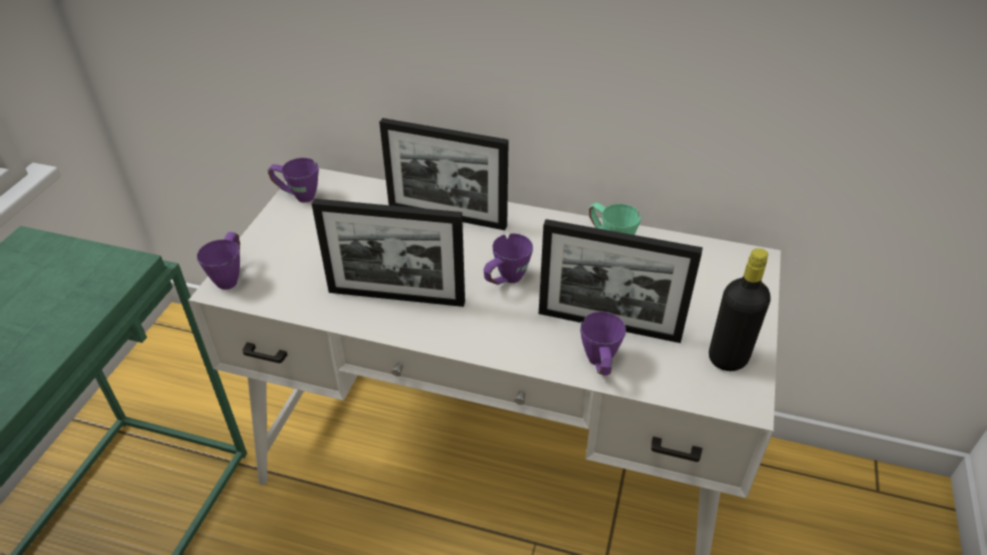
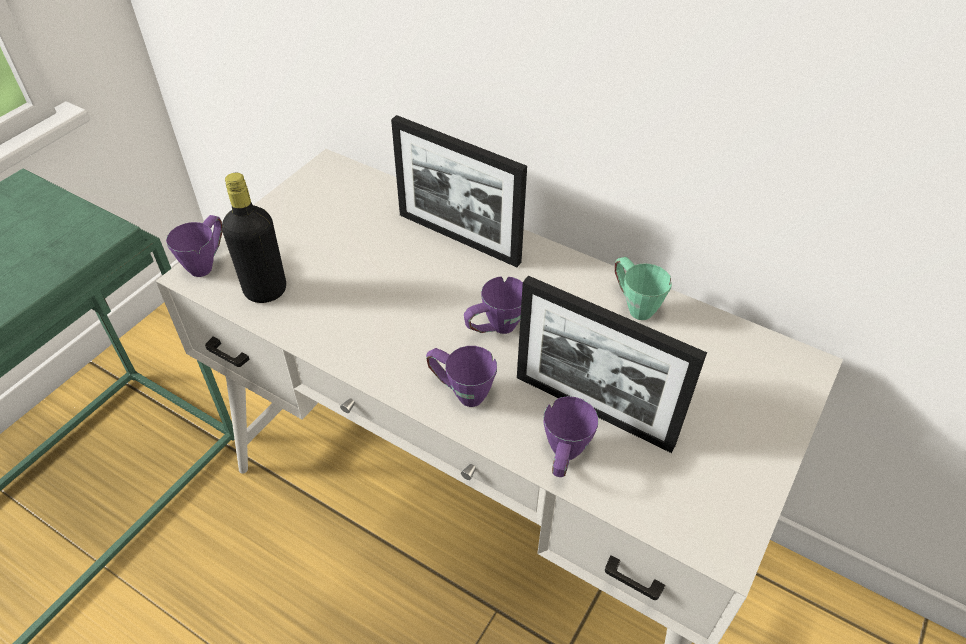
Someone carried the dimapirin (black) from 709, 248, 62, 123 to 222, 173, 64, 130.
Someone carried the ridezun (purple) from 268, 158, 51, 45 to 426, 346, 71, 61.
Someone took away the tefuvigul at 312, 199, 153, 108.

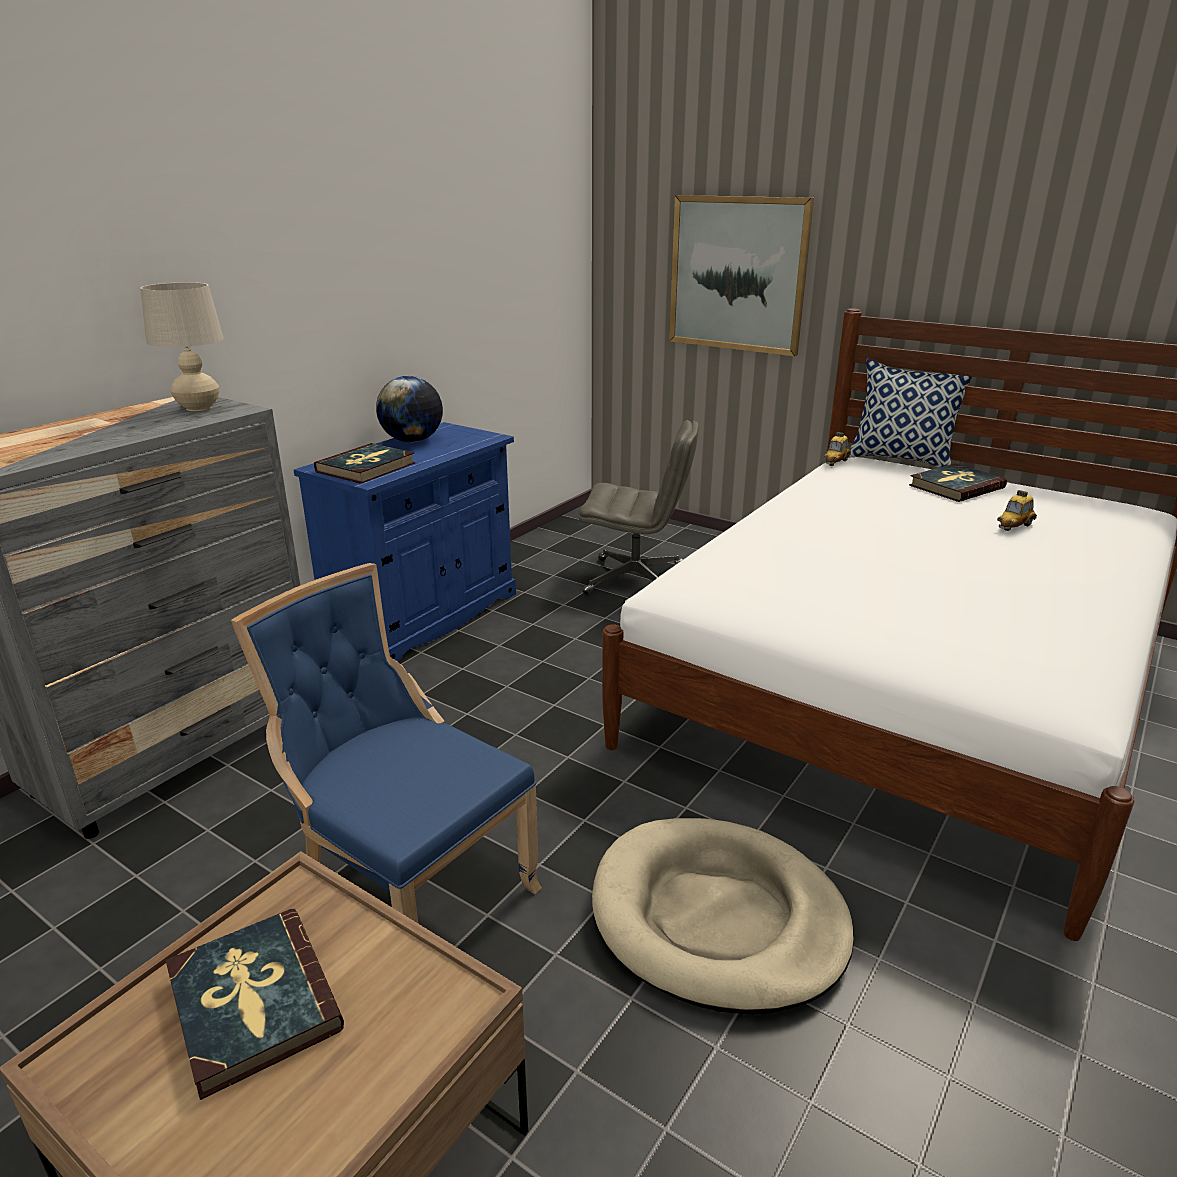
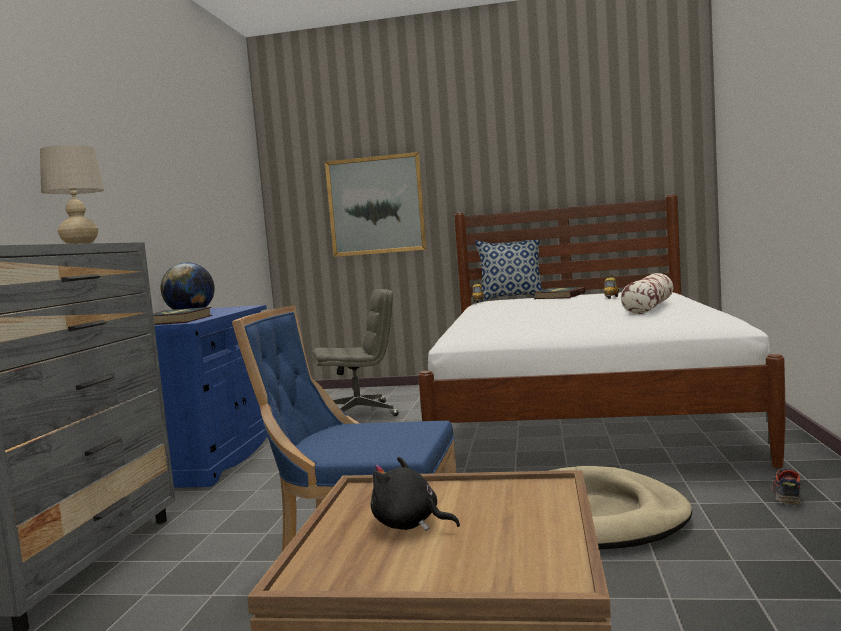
Someone swapped the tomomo at 166, 909, 178, 191 for the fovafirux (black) at 371, 457, 89, 74.
Someone put down the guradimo at 621, 273, 52, 41.
Someone put down the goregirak at 771, 469, 30, 36.

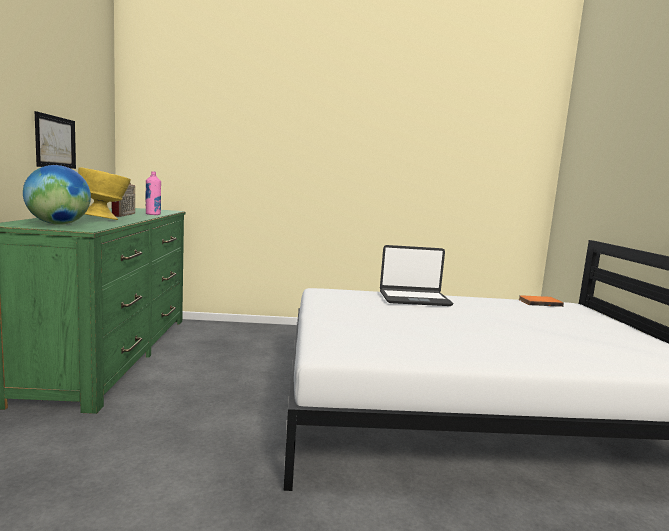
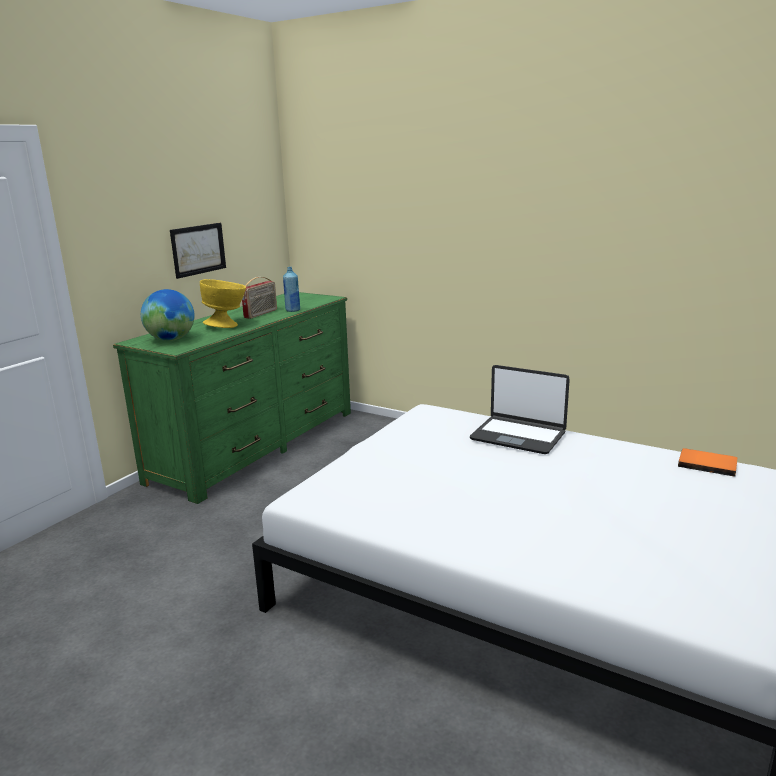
Someone repainted the dimapirin (pink) at 146, 171, 15, 44, which became the dimapirin (blue) at 283, 267, 17, 45.

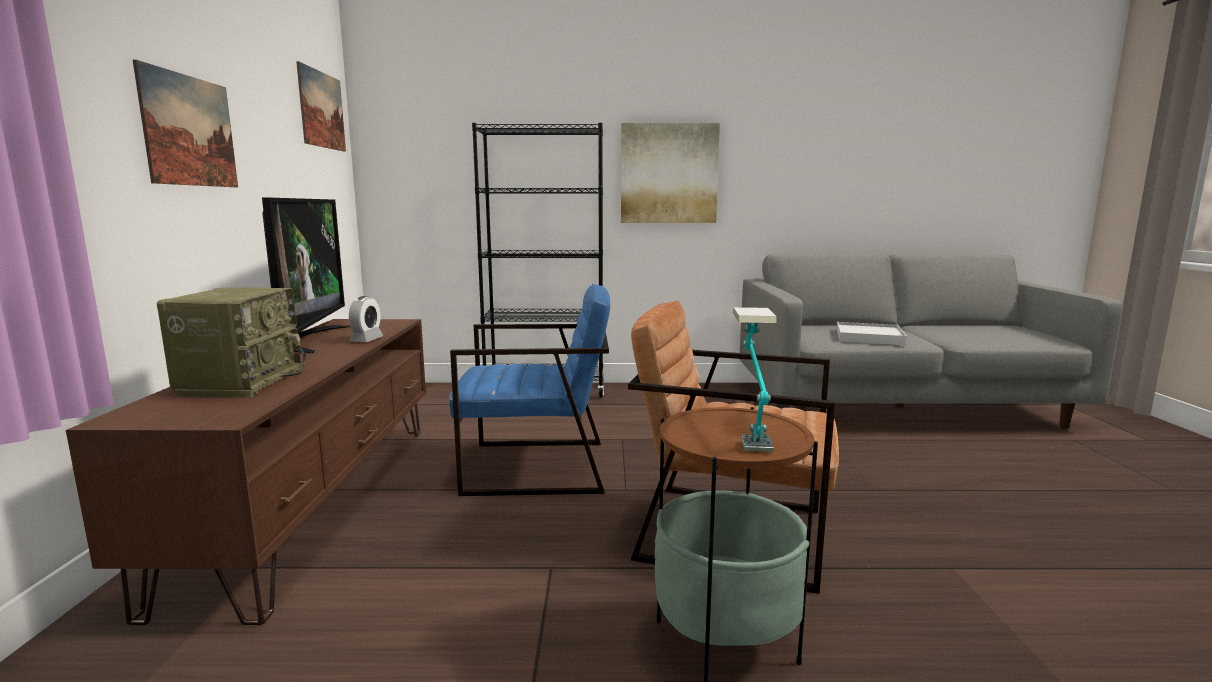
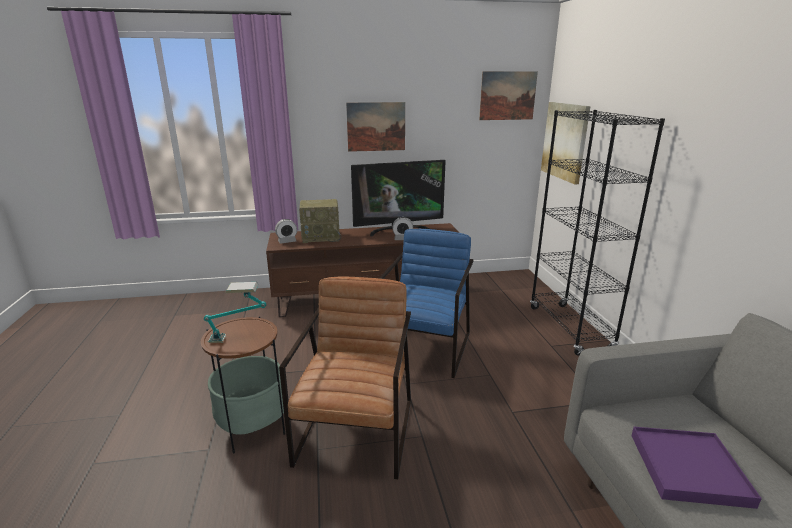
Someone put down the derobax at 275, 219, 22, 25.
Someone rotated the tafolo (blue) at 449, 284, 161, 212 by 150 degrees counterclockwise.
Someone carried the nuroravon from 621, 123, 99, 100 to 541, 102, 50, 82.
Someone repainted the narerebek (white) at 837, 322, 70, 23, which became the narerebek (purple) at 631, 427, 131, 82.

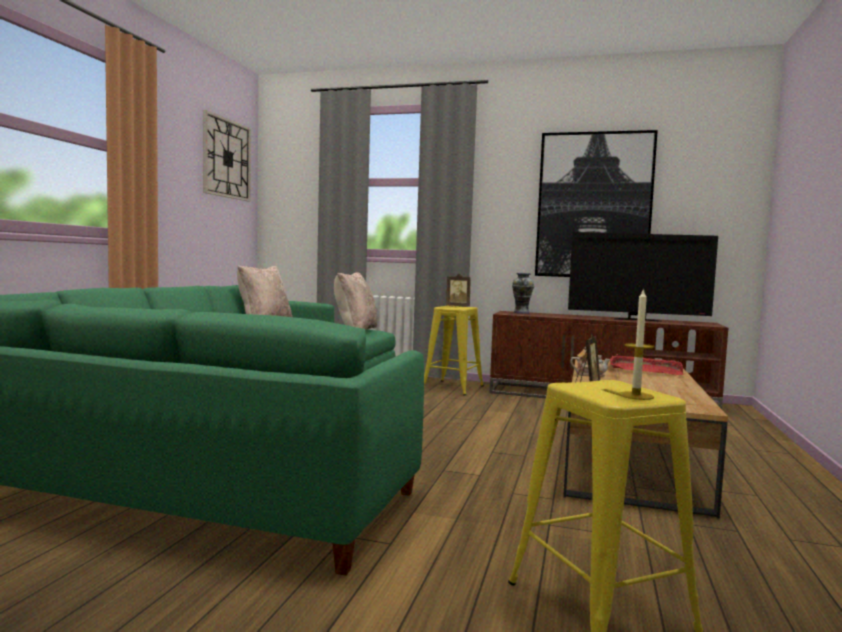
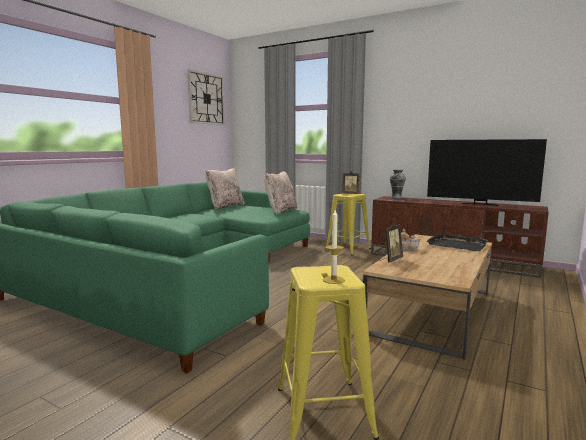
Someone repainted the narerebek (red) at 610, 354, 74, 21, which became the narerebek (black) at 427, 233, 61, 18.
Someone took away the nuroravon at 535, 130, 123, 147.

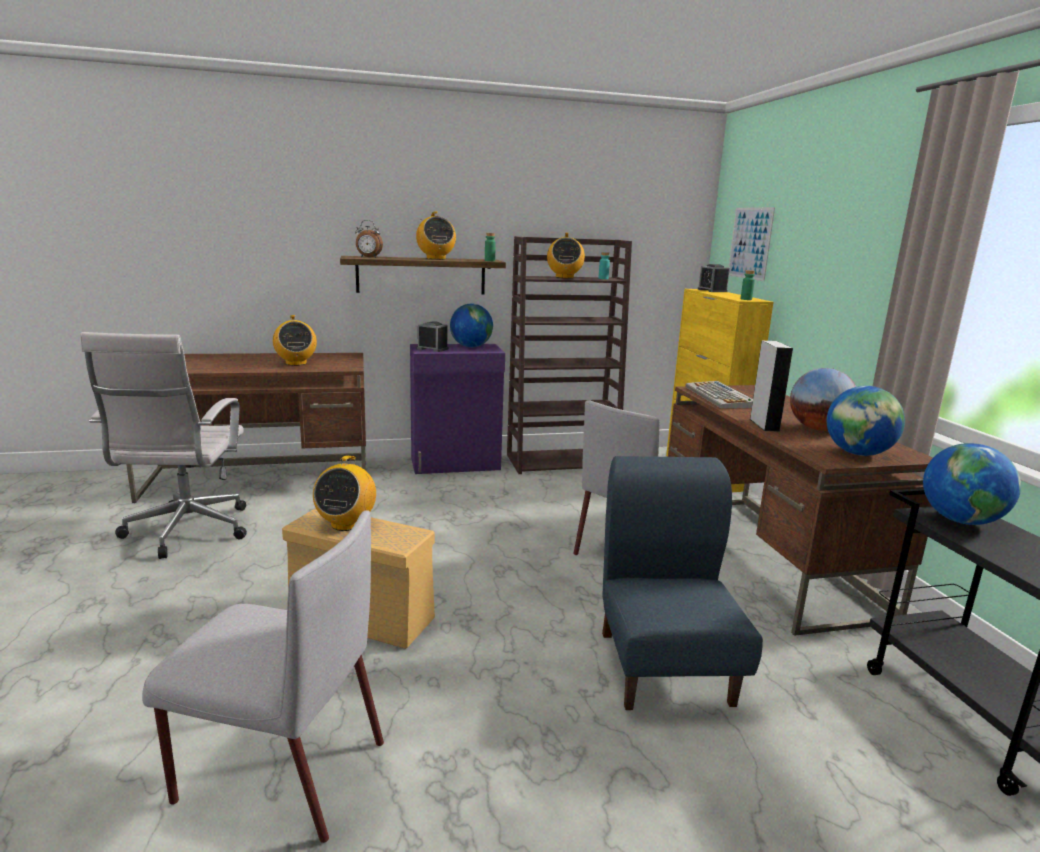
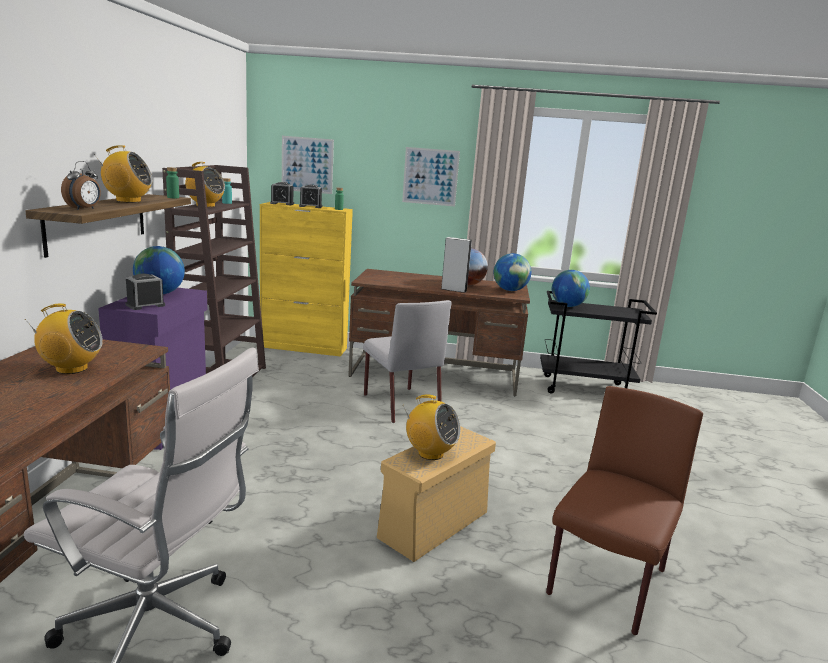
Someone put down the derobax at 299, 185, 23, 23.
Someone put up the nuroravon at 402, 147, 58, 60.
Someone repainted the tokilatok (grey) at 142, 510, 242, 333, which became the tokilatok (brown) at 546, 386, 157, 249.
Someone took away the tokilatok (blue) at 602, 456, 161, 254.
Someone took away the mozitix at 685, 381, 68, 28.

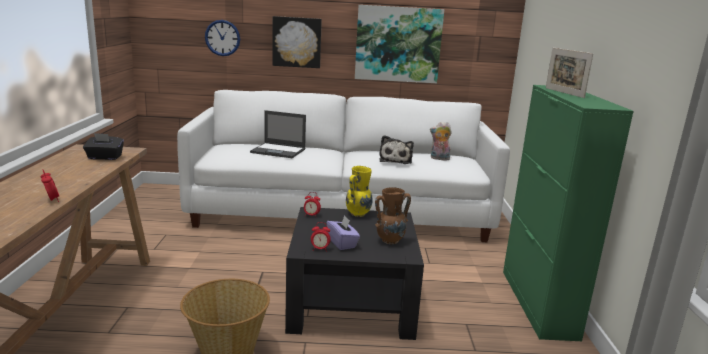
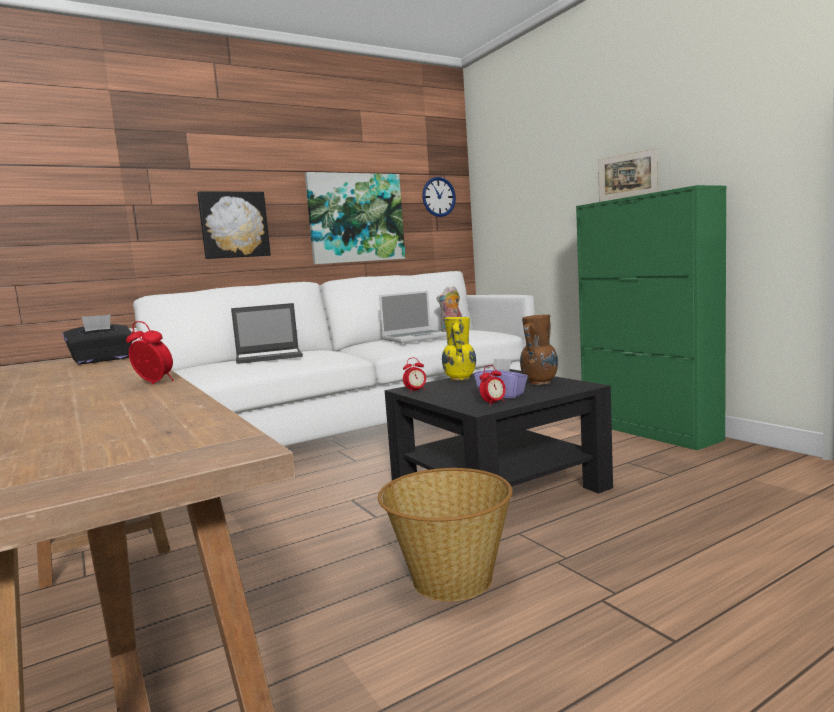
Someone swapped the fovafirux at 379, 135, 35, 29 for the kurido at 379, 291, 68, 52.
Someone carried the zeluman from 205, 20, 35, 36 to 422, 177, 34, 40.

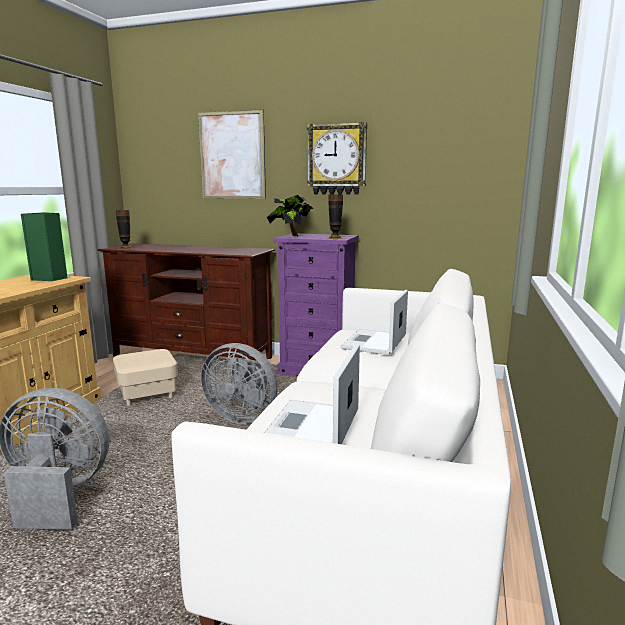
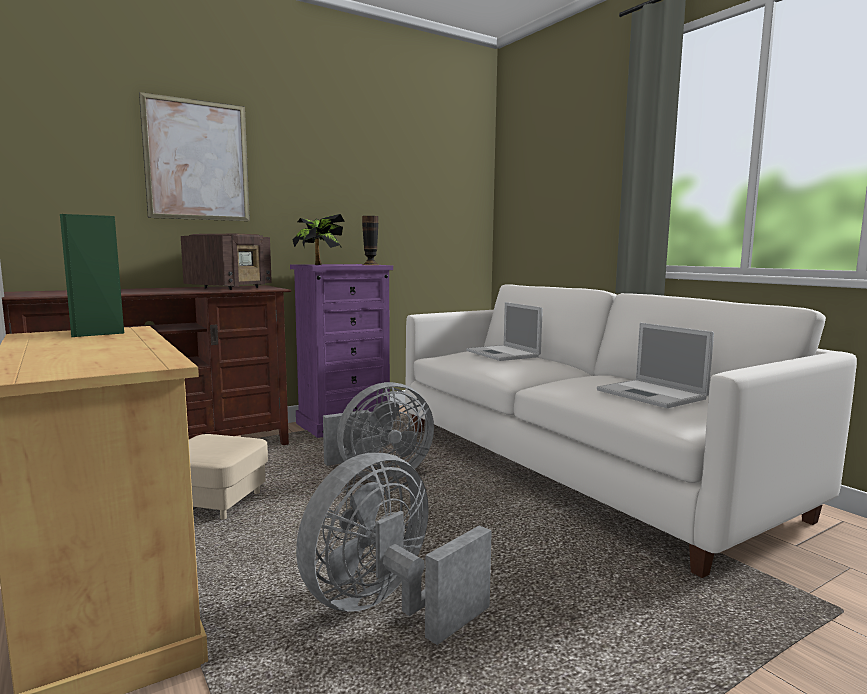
Someone put down the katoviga at 181, 234, 91, 56.
Someone took away the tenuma at 116, 210, 17, 40.
Someone took away the zeluman at 307, 122, 60, 73.

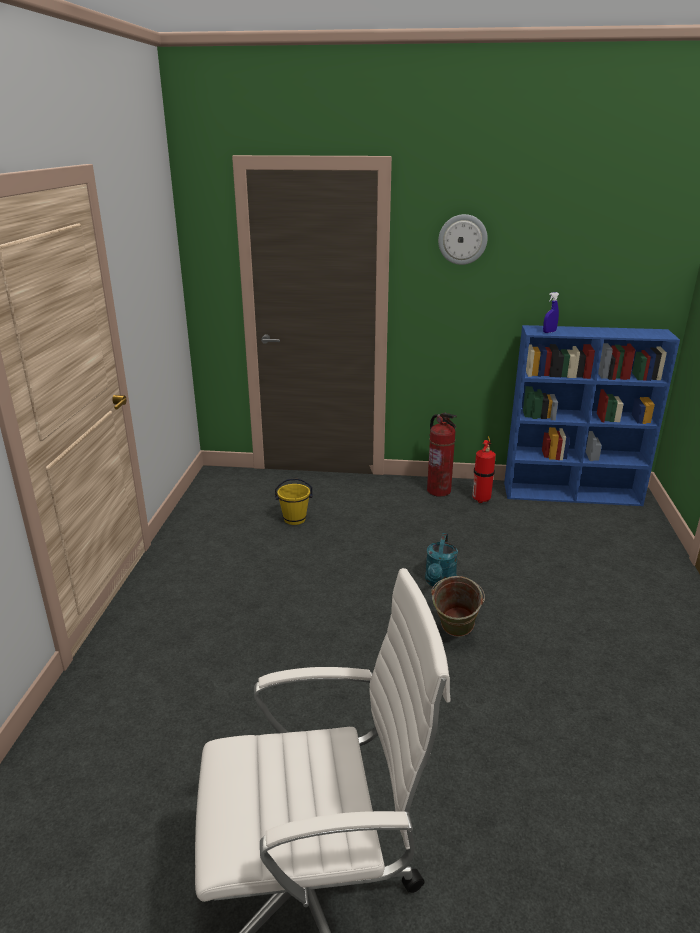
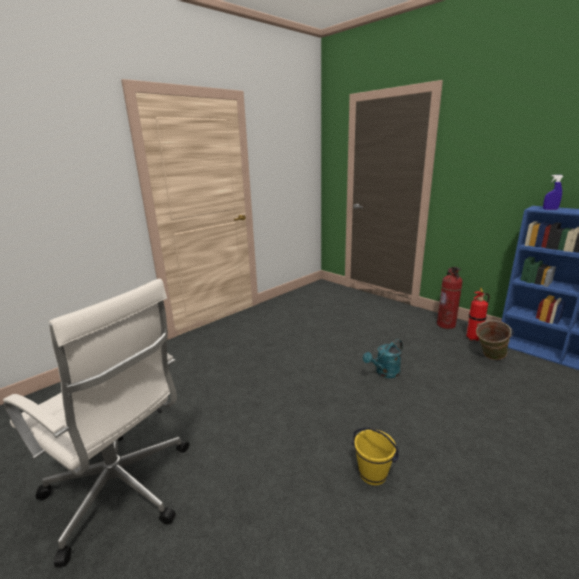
Someone carried the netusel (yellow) from 275, 478, 38, 47 to 352, 428, 47, 57.
Someone carried the netusel (green) from 431, 576, 54, 61 to 476, 320, 38, 40.
Someone took away the zeluman at 438, 214, 50, 51.

